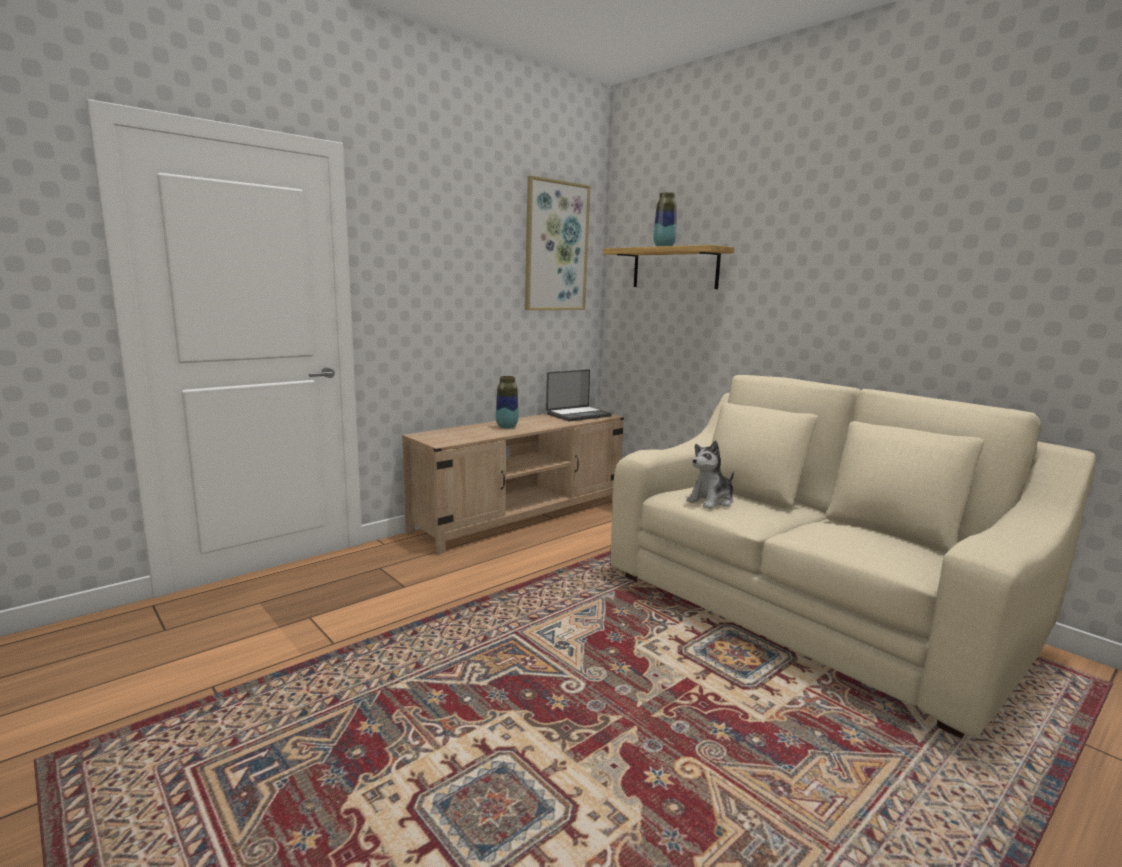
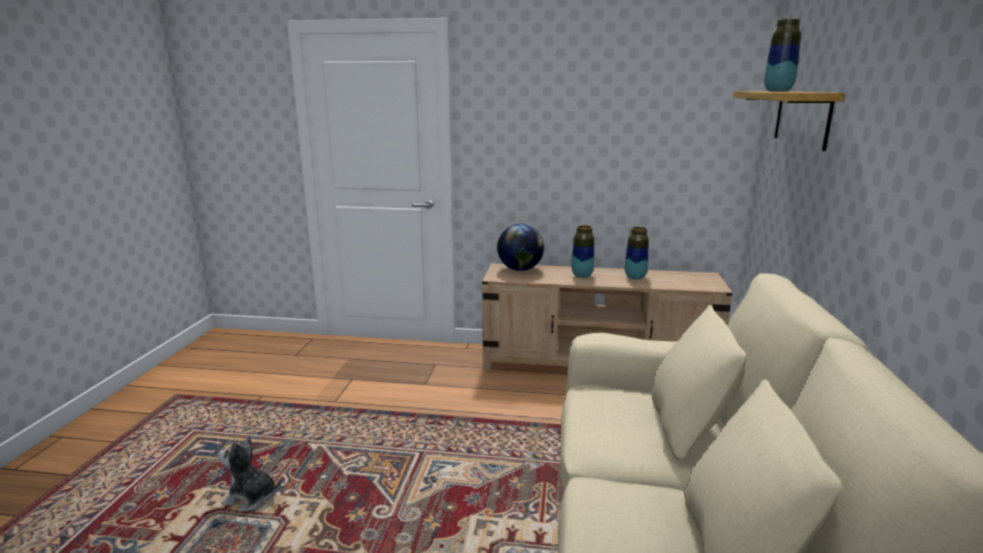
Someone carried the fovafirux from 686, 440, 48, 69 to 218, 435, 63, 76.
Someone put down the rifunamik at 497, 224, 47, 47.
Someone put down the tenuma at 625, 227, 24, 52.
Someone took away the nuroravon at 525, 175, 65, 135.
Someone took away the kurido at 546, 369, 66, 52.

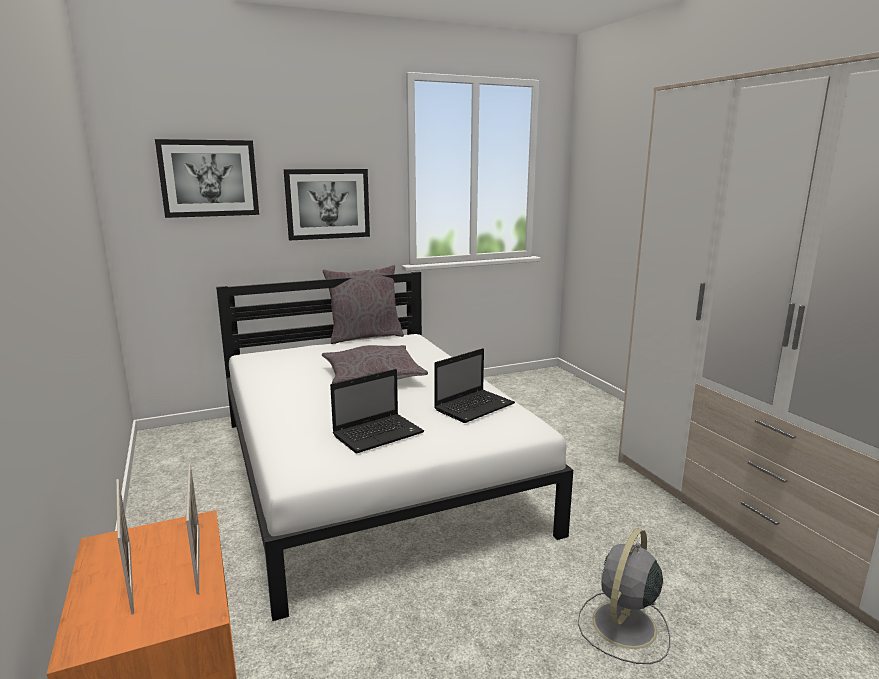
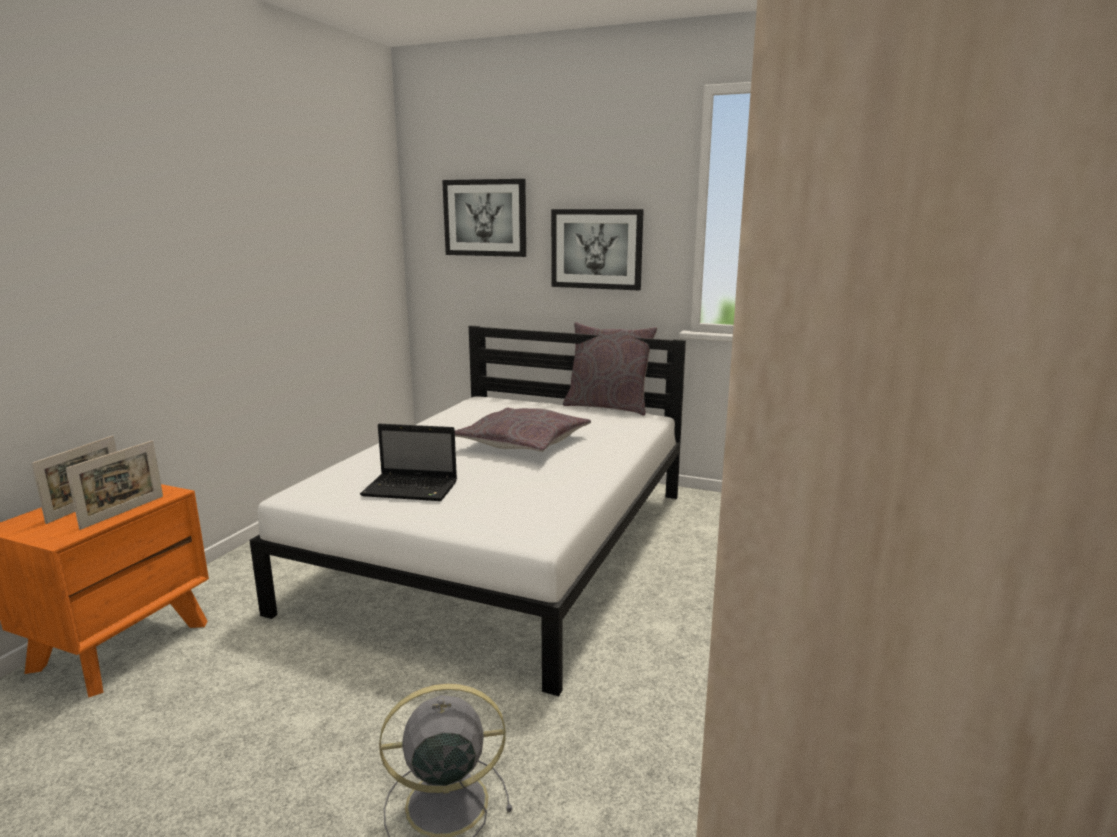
Someone took away the kurido at 434, 348, 81, 75.

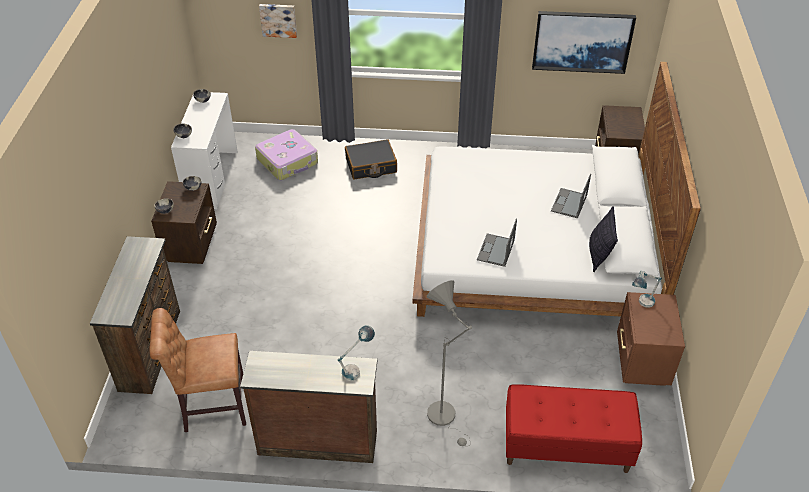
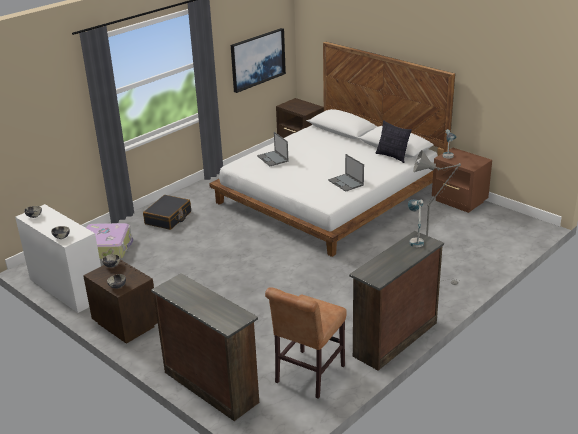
Someone carried the kurido from 551, 174, 40, 45 to 257, 132, 31, 34.
Someone took away the nuroravon at 259, 4, 38, 34.
Someone took away the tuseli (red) at 506, 384, 136, 89.

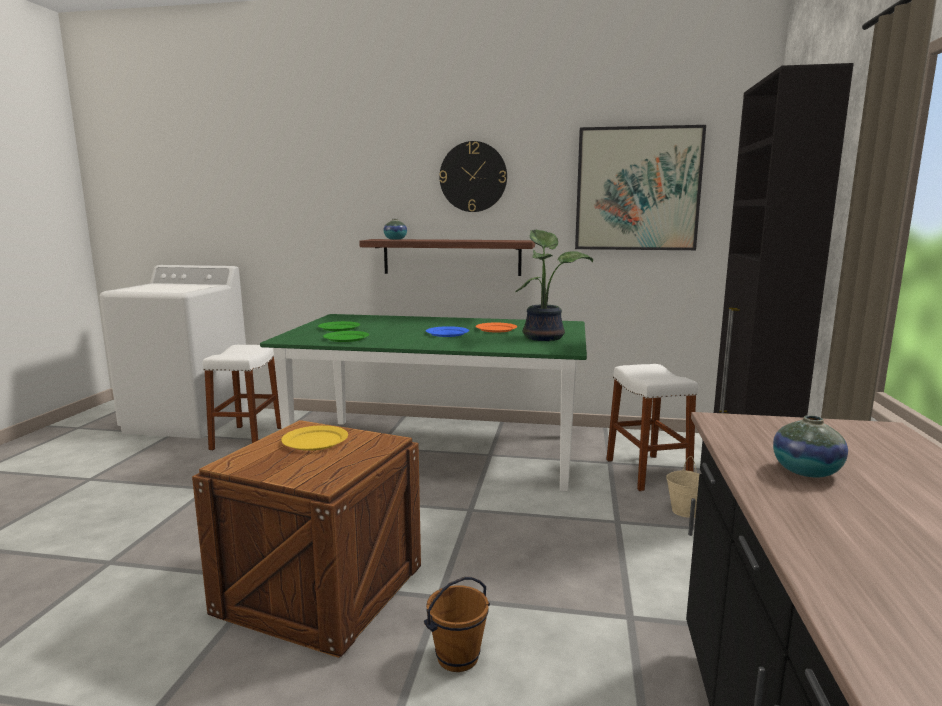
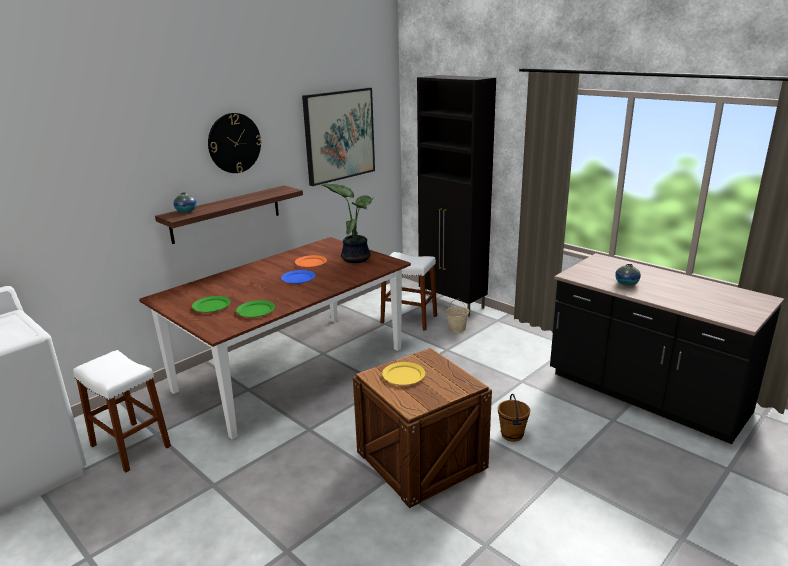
Someone repainted the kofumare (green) at 260, 314, 327, 177, which became the kofumare (brown) at 139, 237, 272, 202.

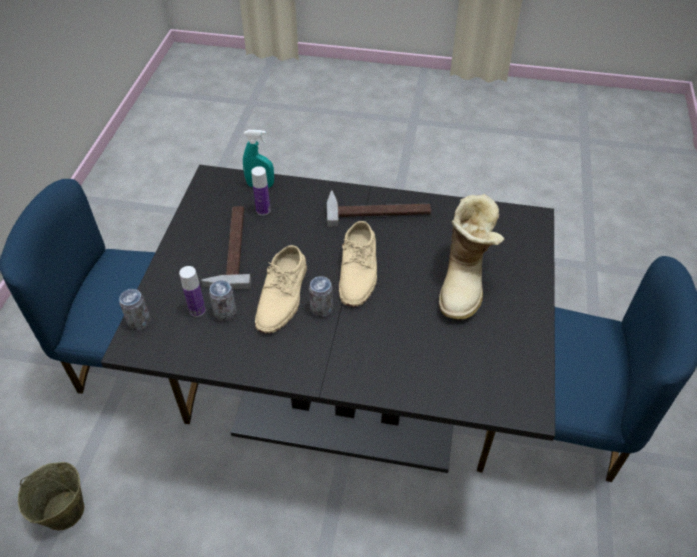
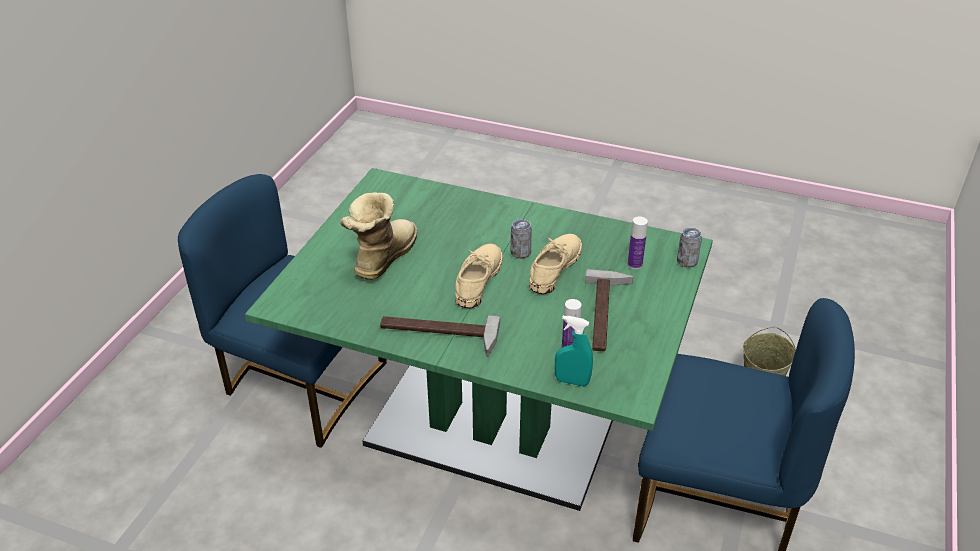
Someone repainted the kofumare (black) at 101, 165, 454, 308, which became the kofumare (green) at 245, 168, 468, 343.
Someone took away the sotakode at 209, 280, 28, 41.

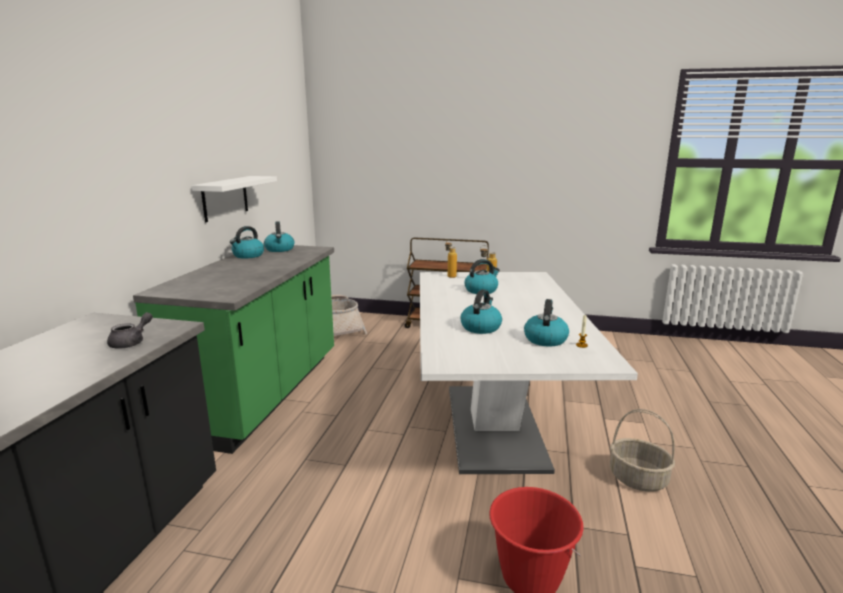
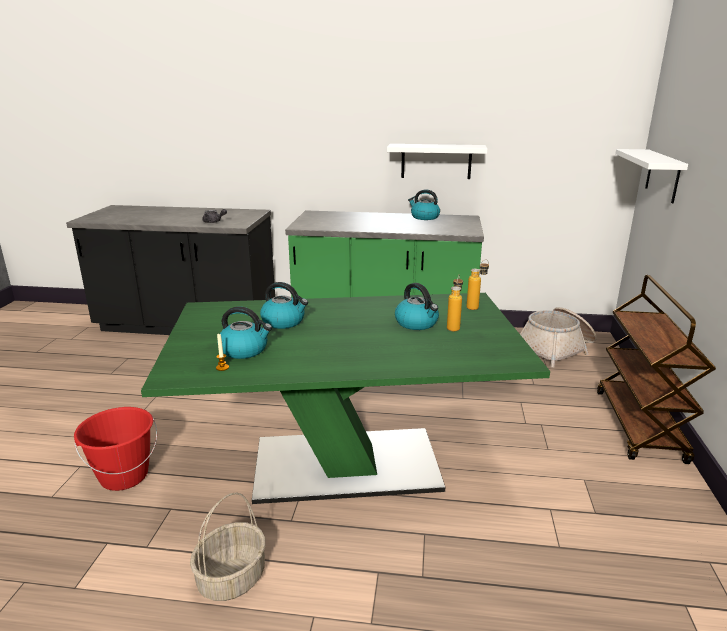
Someone repainted the kofumare (white) at 420, 272, 218, 202, which became the kofumare (green) at 141, 293, 409, 211.
Someone put up the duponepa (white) at 615, 149, 73, 54.
Someone took away the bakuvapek at 264, 221, 30, 31.

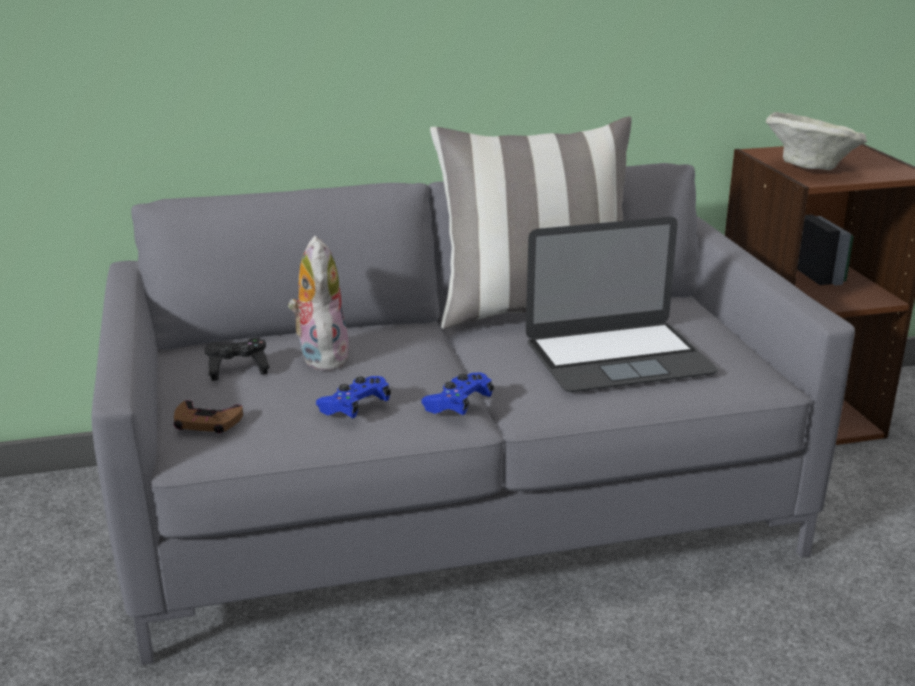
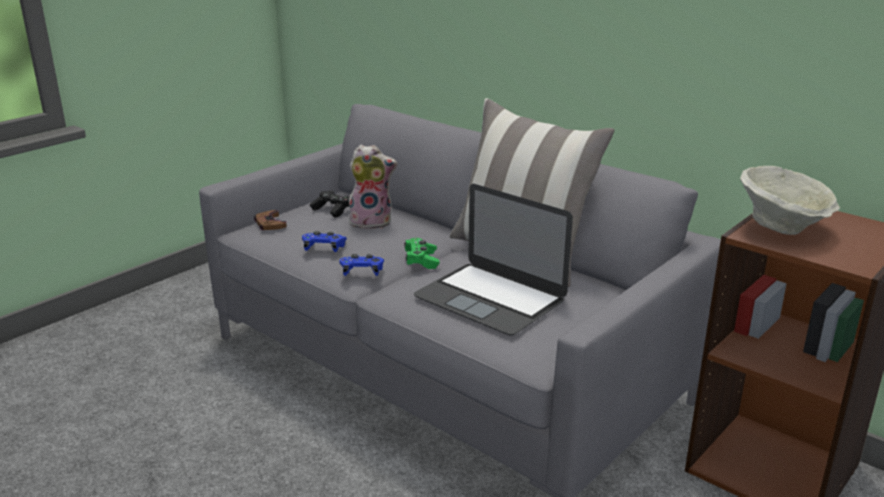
Someone rotated the fovafirux at 288, 236, 62, 135 by 45 degrees clockwise.
Someone put down the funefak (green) at 404, 238, 35, 31.

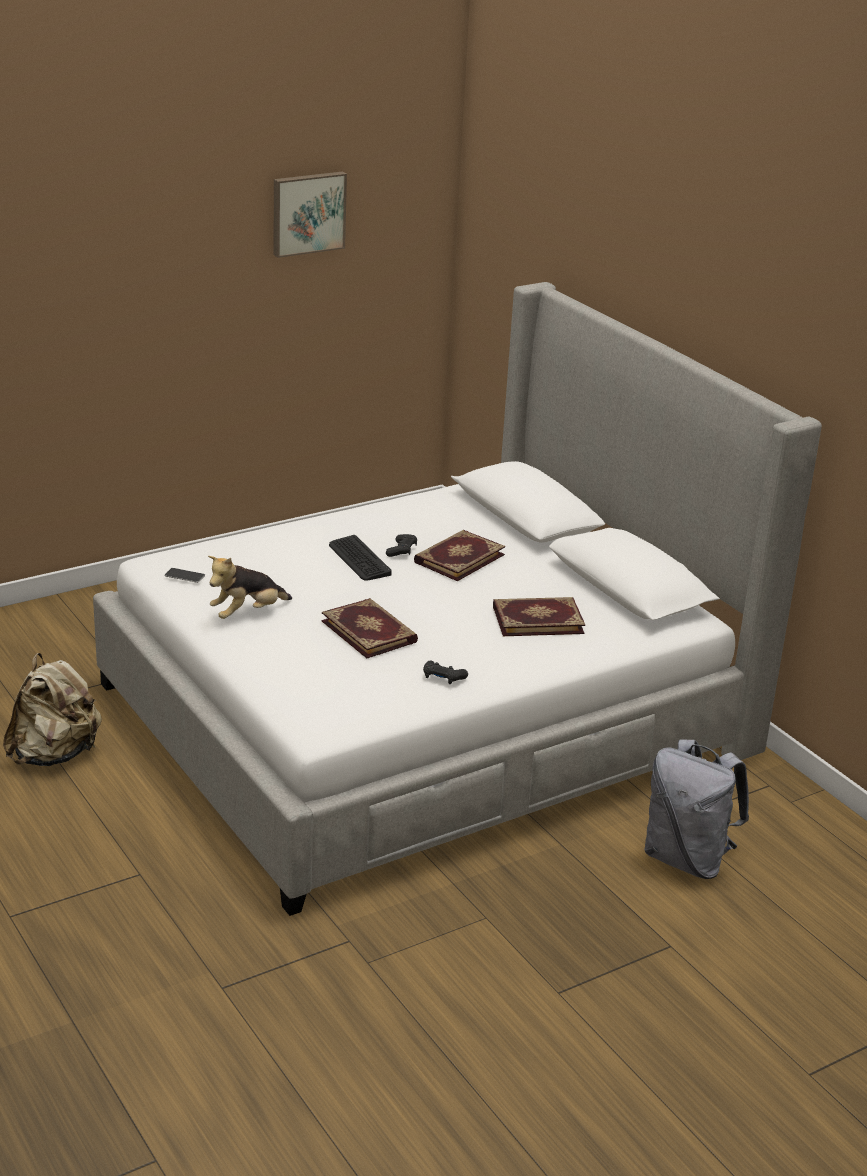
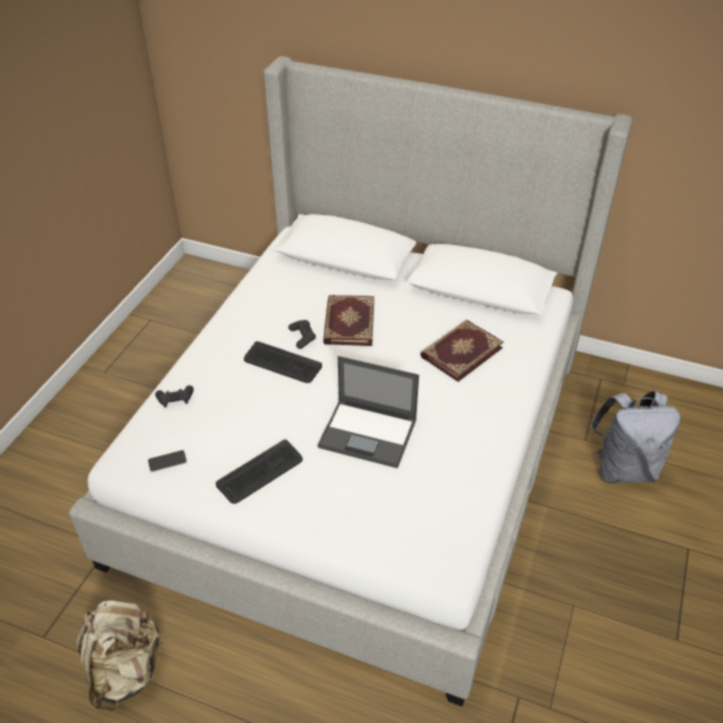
Someone carried the funefak (black) from 423, 660, 45, 24 to 155, 385, 39, 23.
Someone swapped the fovafirux at 208, 556, 84, 63 for the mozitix at 216, 439, 87, 65.
Someone swapped the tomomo at 321, 598, 97, 60 for the kurido at 317, 356, 102, 112.
Someone took away the nuroravon at 274, 172, 73, 86.

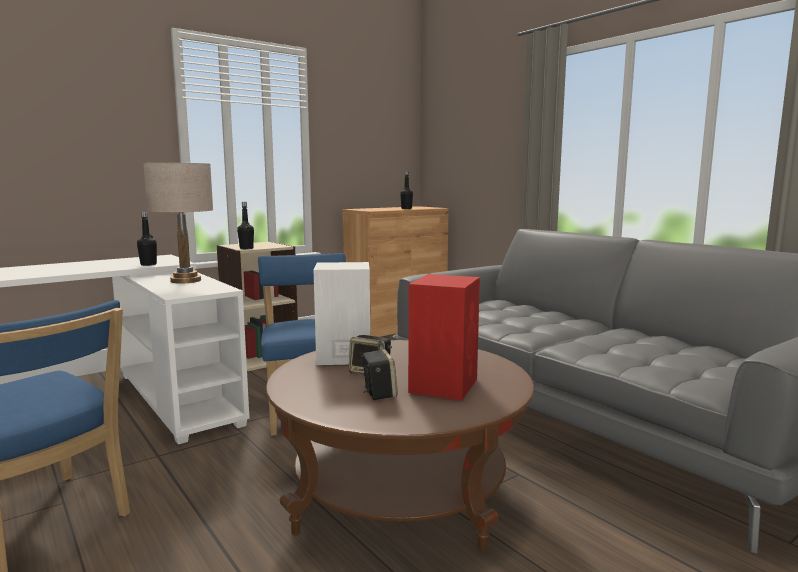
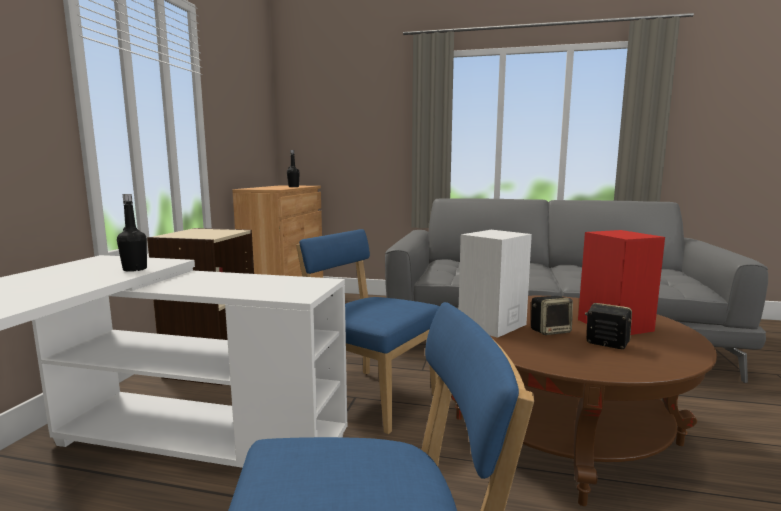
Someone took away the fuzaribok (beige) at 143, 163, 70, 121.
Someone took away the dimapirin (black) at 237, 202, 17, 47.

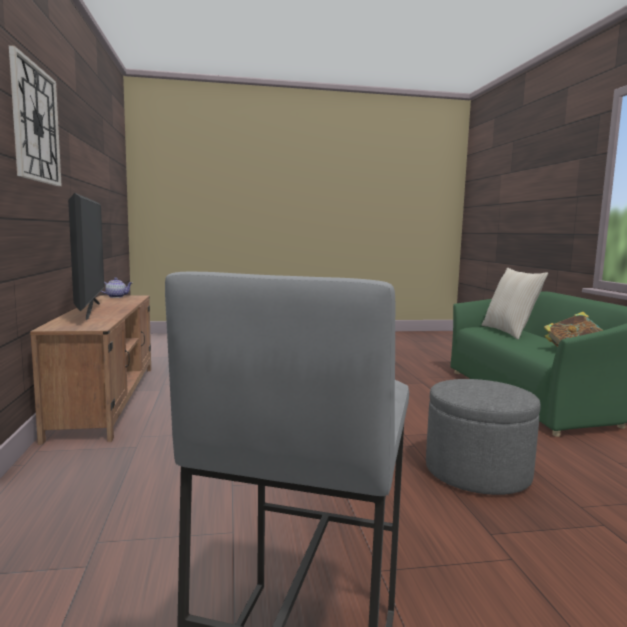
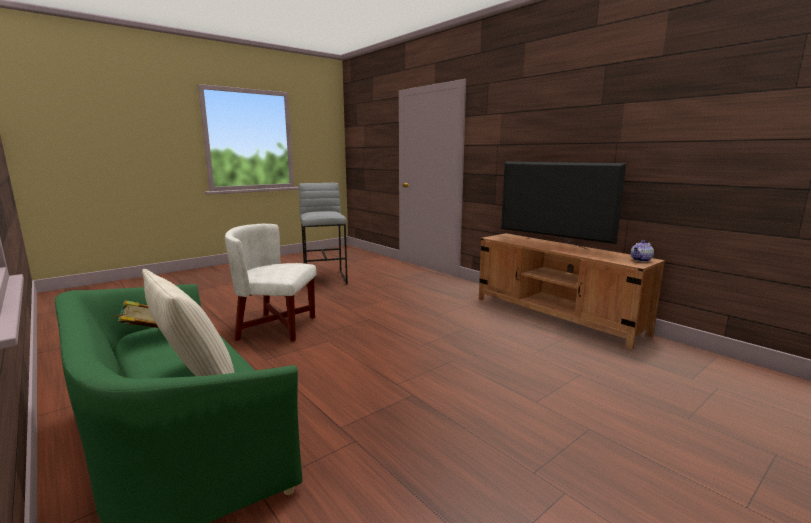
Someone swapped the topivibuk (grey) at 426, 379, 115, 116 for the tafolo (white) at 225, 224, 92, 118.
Someone took away the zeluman at 9, 45, 53, 141.

